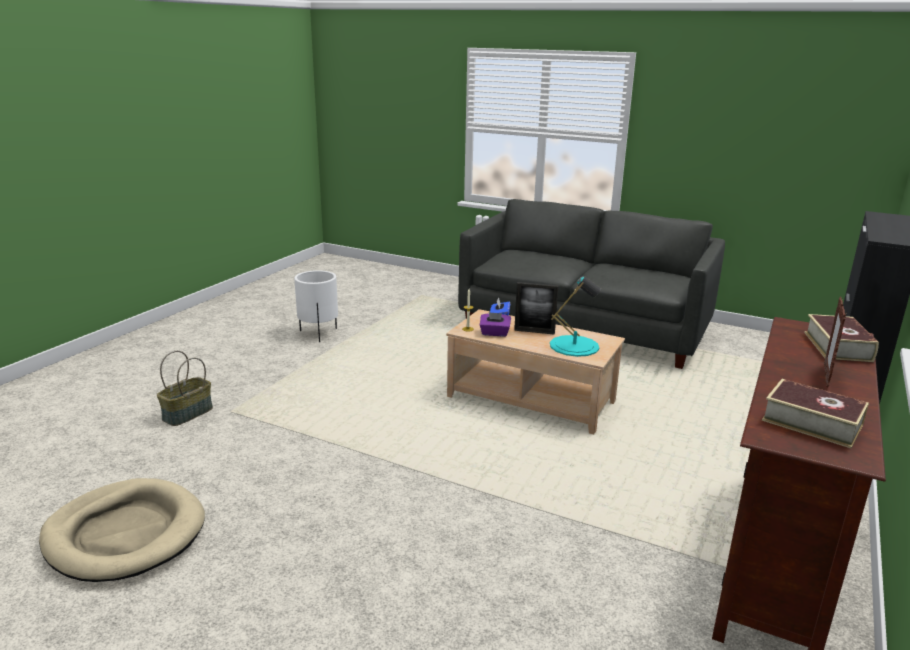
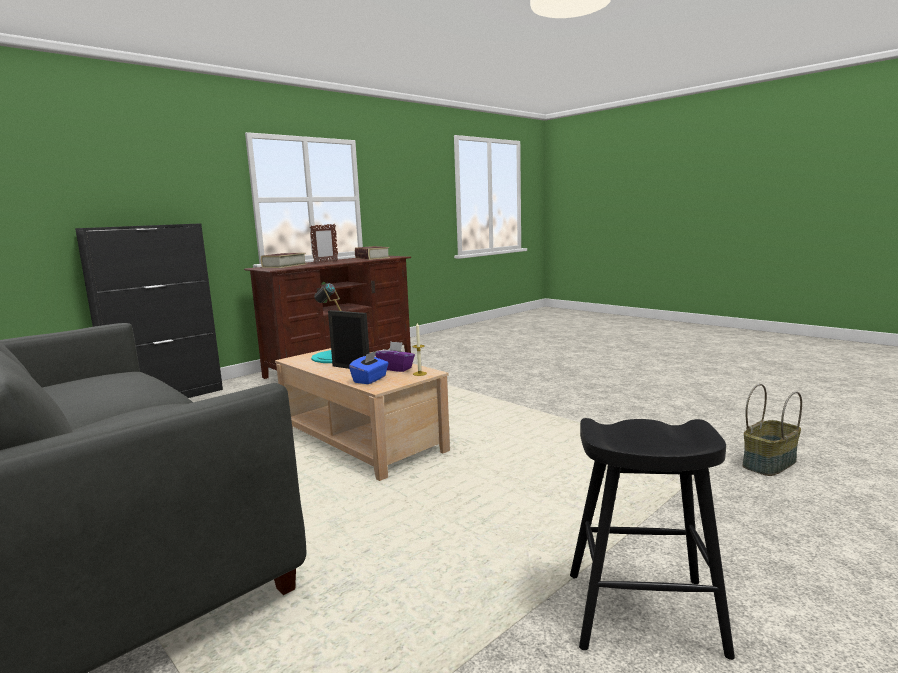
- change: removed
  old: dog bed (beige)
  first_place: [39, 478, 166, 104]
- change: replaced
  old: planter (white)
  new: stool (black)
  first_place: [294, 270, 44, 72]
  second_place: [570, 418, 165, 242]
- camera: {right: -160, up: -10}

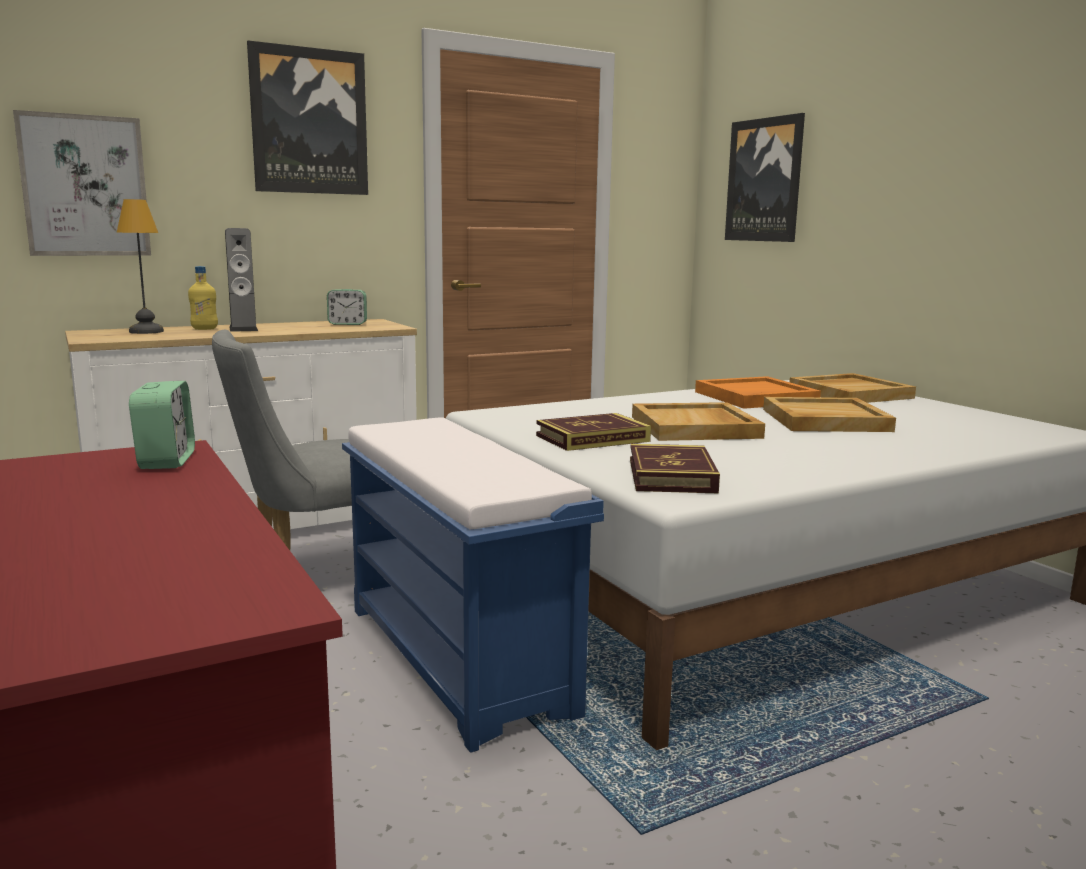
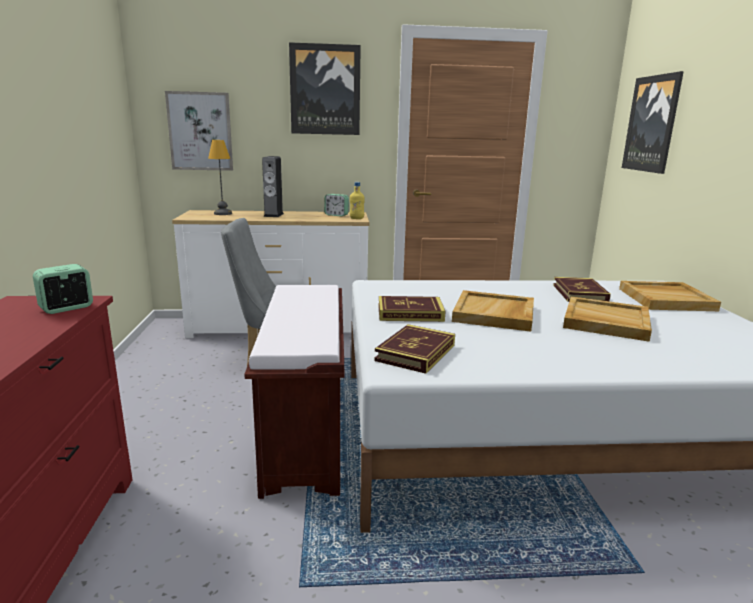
- change: turned
  old: alarm clock
  first_place: [129, 381, 66, 88]
  second_place: [33, 264, 60, 50]
  degrees: -150
- change: moved
  old: bottle (yellow)
  first_place: [188, 266, 30, 64]
  second_place: [350, 182, 15, 37]
- change: recoloured
  old: bench (blue)
  new: bench (brown)
  first_place: [342, 418, 262, 335]
  second_place: [244, 285, 101, 214]
- change: replaced
  old: tray (orange)
  new: book
  first_place: [695, 376, 126, 33]
  second_place: [553, 277, 58, 25]
- camera: {right: 25, up: 5}

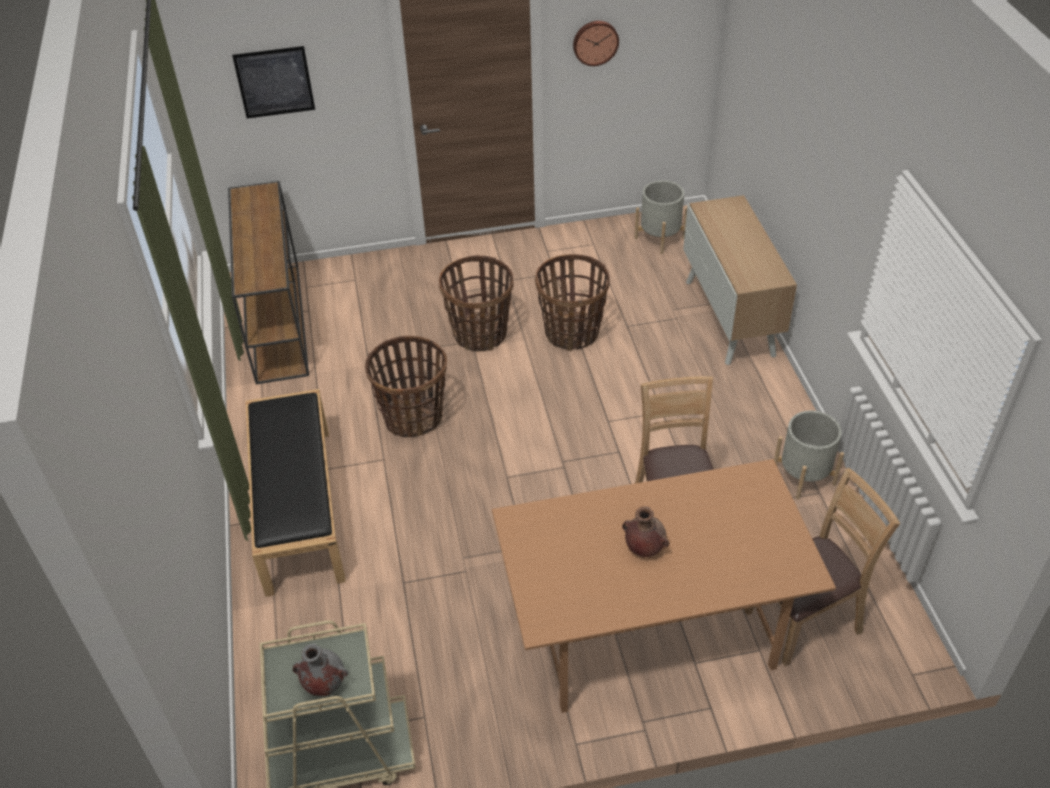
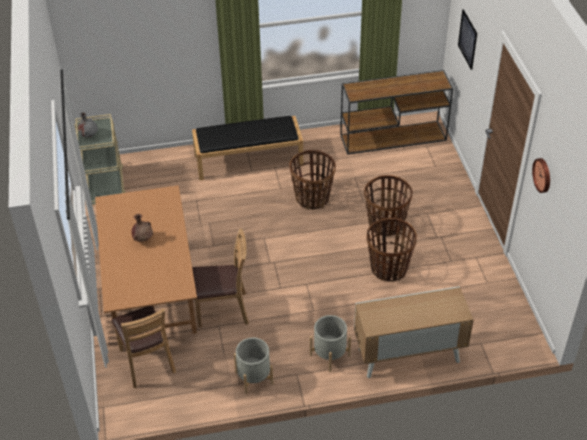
- change: moved
  old: planter (grey)
  first_place: [634, 180, 53, 74]
  second_place: [310, 315, 41, 57]
- camera: {right: 90, up: 0}

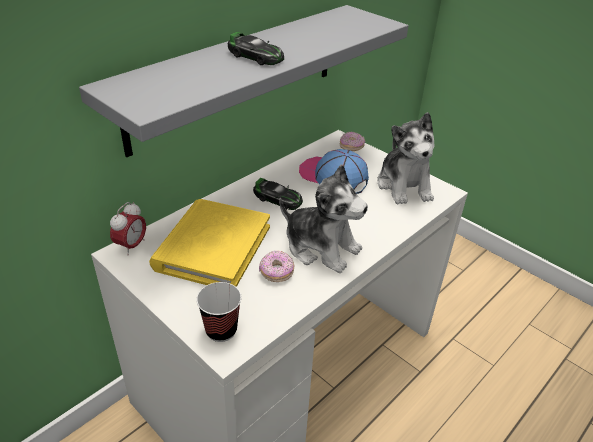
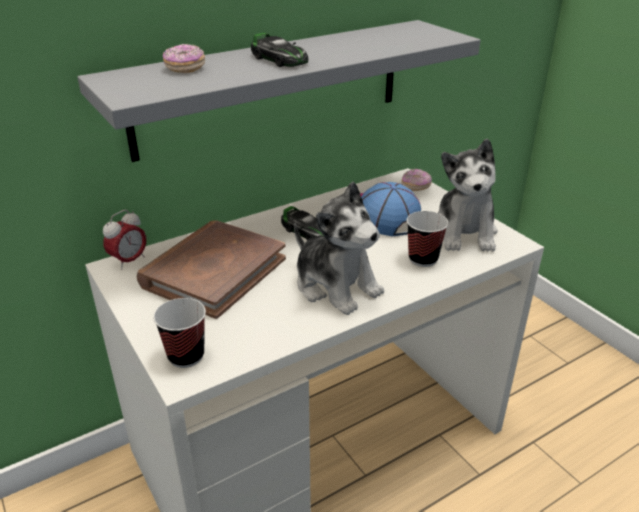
- change: recoloured
  old: book (yellow)
  new: book (brown)
  first_place: [149, 199, 121, 88]
  second_place: [137, 221, 149, 98]
- change: moved
  old: donut
  first_place: [259, 250, 35, 32]
  second_place: [163, 44, 42, 29]
- change: added
  new: cup
  second_place: [407, 211, 41, 56]
- camera: {right: 15, up: -5}

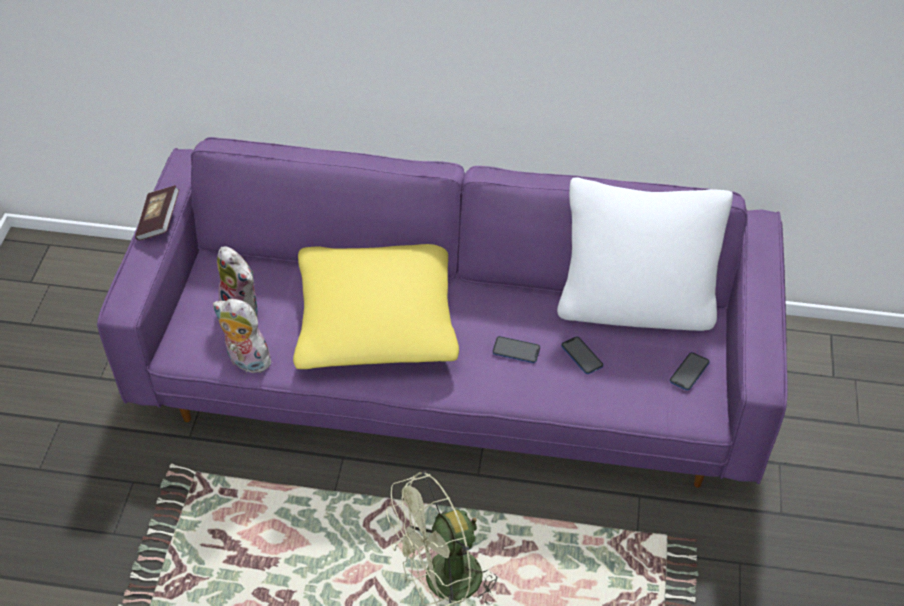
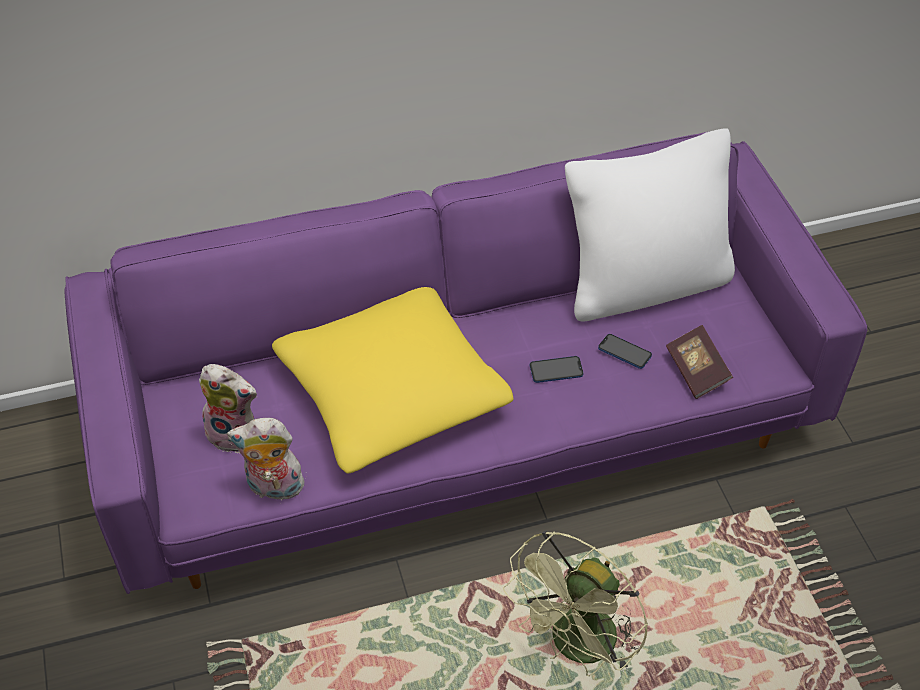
- change: moved
  old: book
  first_place: [135, 185, 45, 56]
  second_place: [666, 325, 67, 74]
- change: removed
  old: phone
  first_place: [670, 352, 40, 39]
- camera: {right: -25, up: 0}

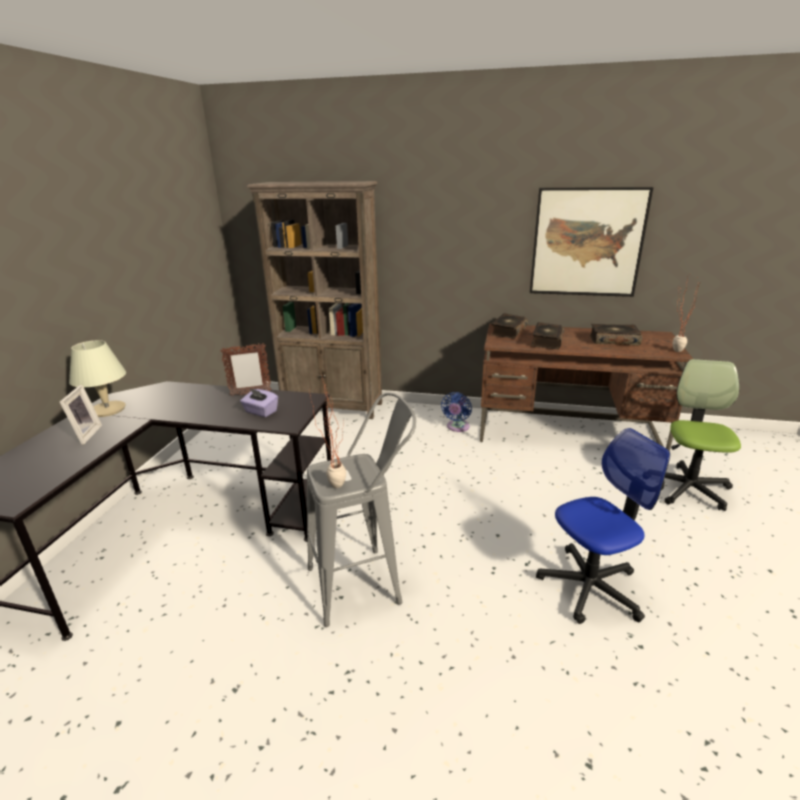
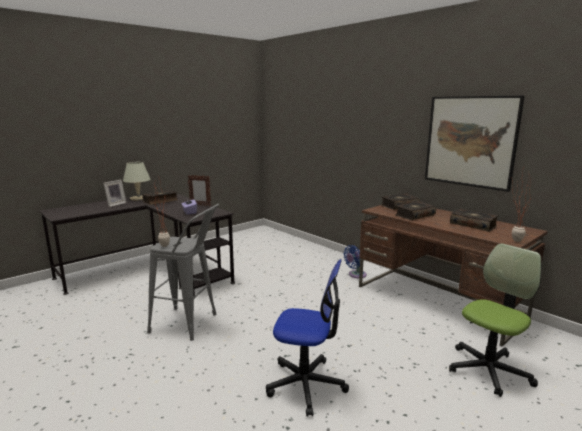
- change: removed
  old: bookcase (brown)
  first_place: [247, 181, 135, 238]
- change: added
  new: book
  second_place: [142, 190, 36, 15]
- camera: {right: 35, up: -10}

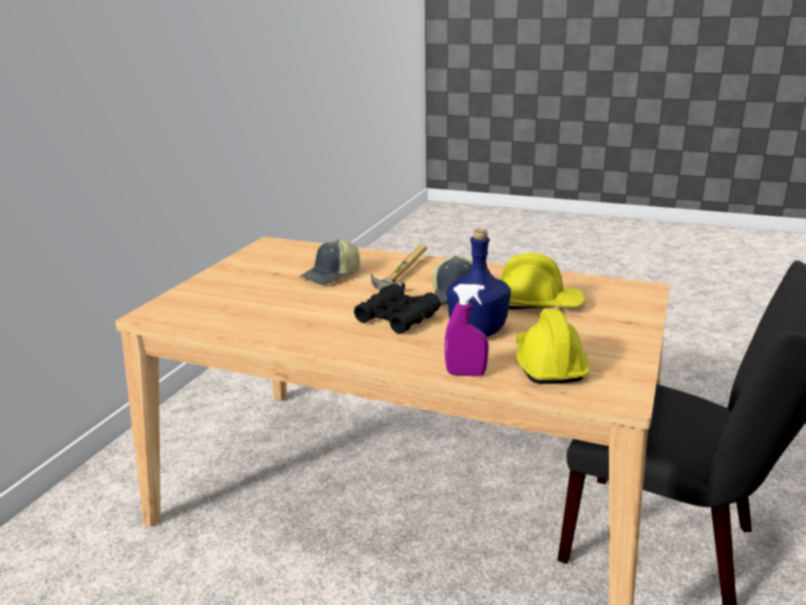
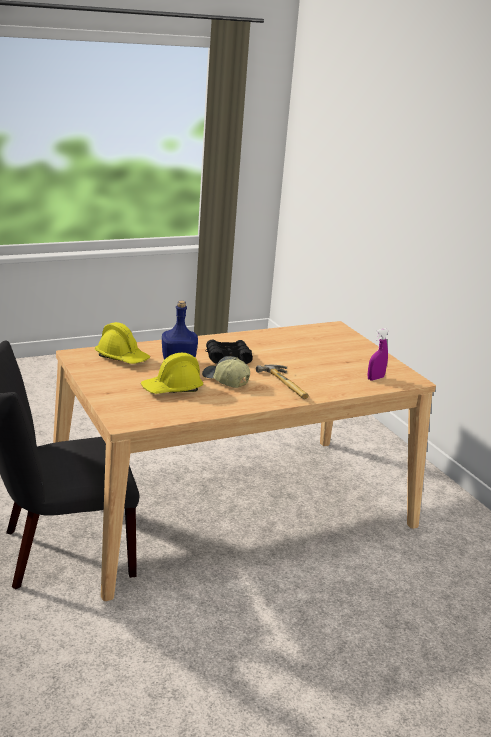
- change: removed
  old: cap
  first_place: [299, 239, 62, 46]
- change: moved
  old: spray bottle (purple)
  first_place: [445, 284, 44, 92]
  second_place: [367, 328, 22, 53]
- camera: {right: 130, up: 0}

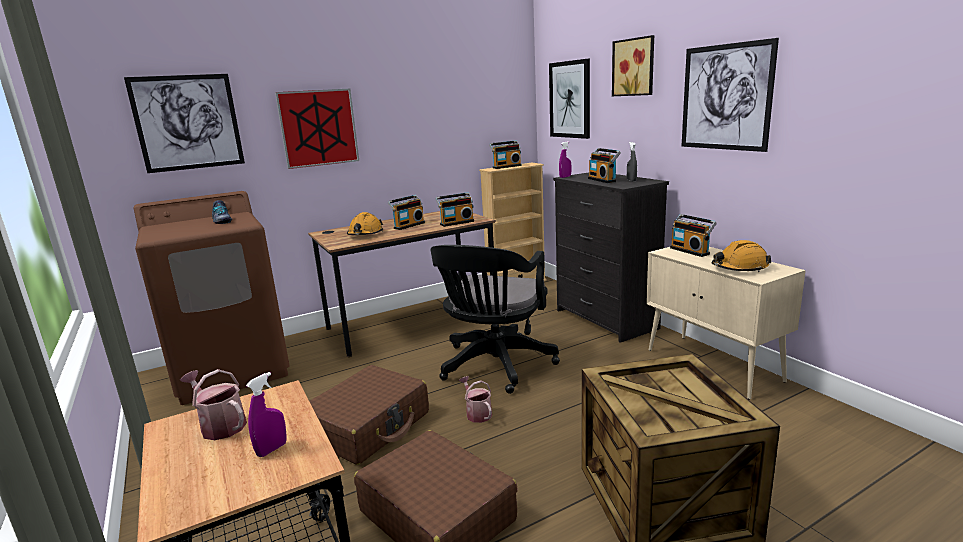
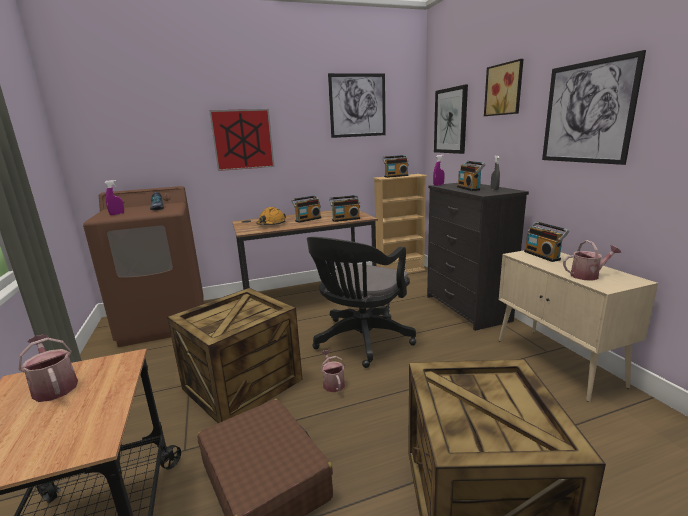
- change: moved
  old: picture
  first_place: [124, 74, 121, 99]
  second_place: [328, 73, 58, 65]
- change: moved
  old: spray bottle (purple)
  first_place: [246, 372, 41, 85]
  second_place: [105, 180, 19, 35]
- change: replaced
  old: suitcase (brown)
  new: crate
  first_place: [309, 365, 120, 100]
  second_place: [167, 288, 136, 135]
- change: replaced
  old: hard hat (orange)
  new: watering can
  first_place: [712, 240, 59, 32]
  second_place: [563, 240, 58, 41]
- camera: {right: 10, up: 0}

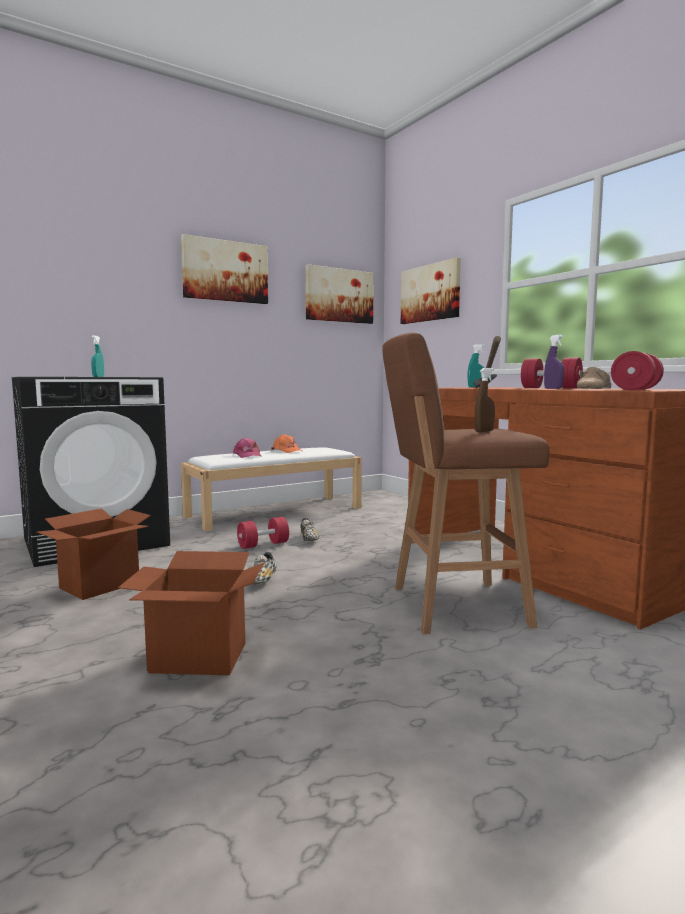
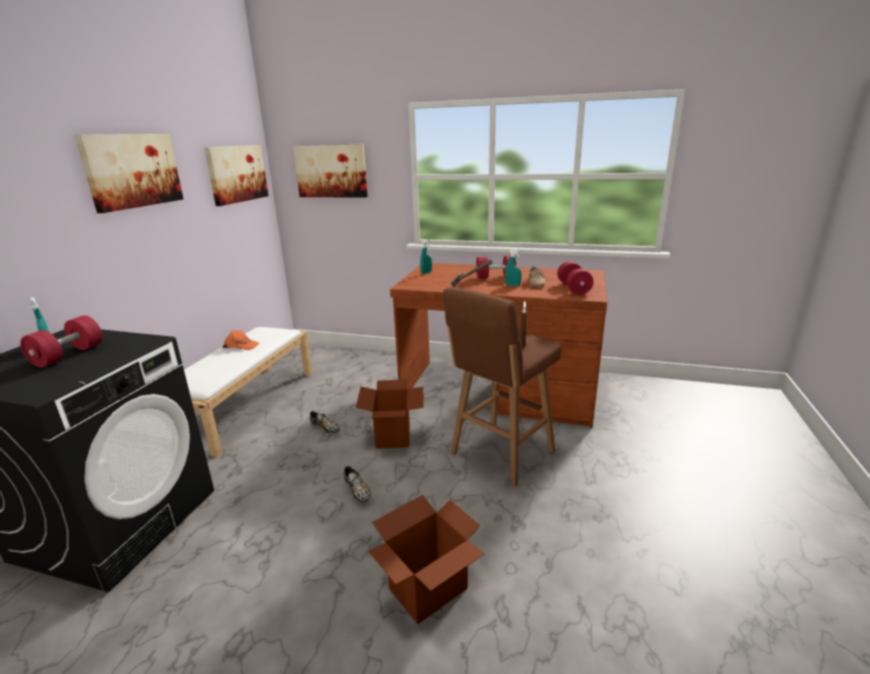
- change: moved
  old: cardboard box
  first_place: [37, 508, 114, 92]
  second_place: [356, 379, 68, 70]
- change: removed
  old: cap (pink)
  first_place: [233, 438, 28, 20]
- change: moved
  old: dumbbell (red)
  first_place: [237, 517, 52, 32]
  second_place: [20, 315, 83, 53]
- change: recoloured
  old: spray bottle (purple)
  new: spray bottle (turquoise)
  first_place: [544, 334, 20, 55]
  second_place: [505, 249, 17, 37]
- camera: {right: -40, up: 15}

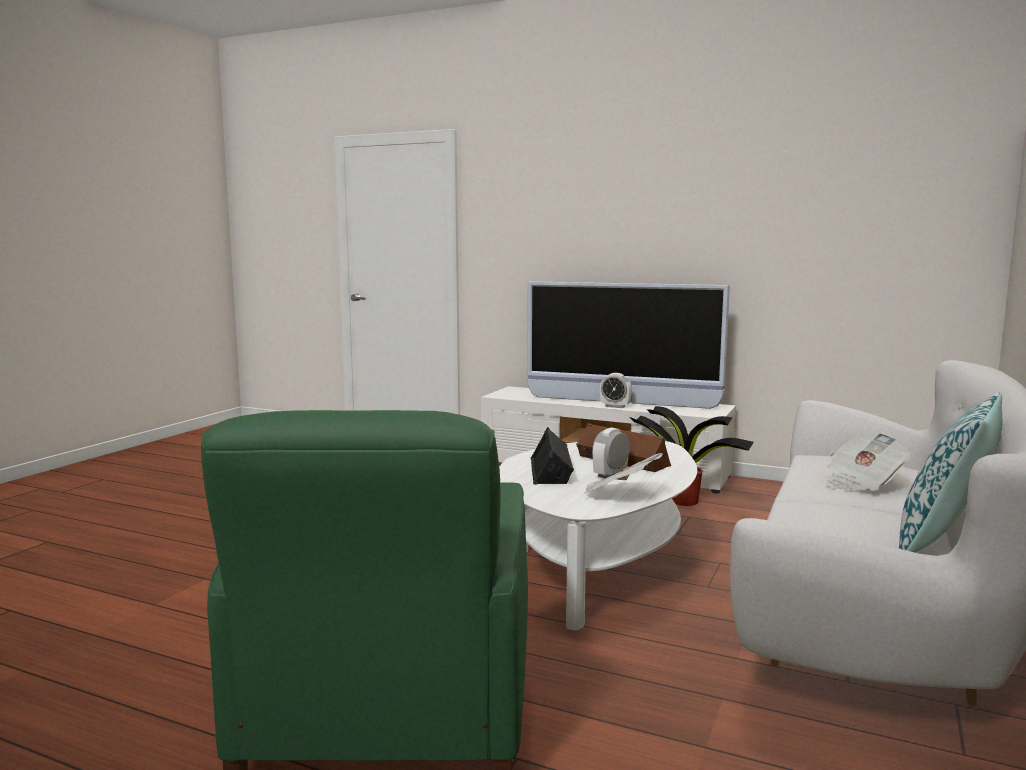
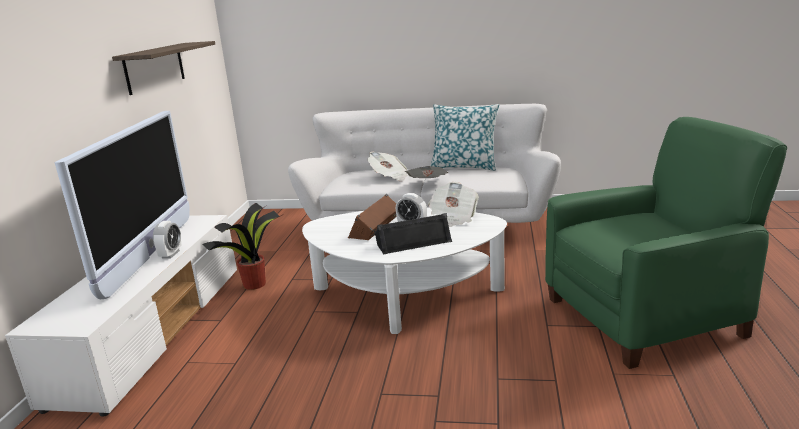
- change: added
  new: shelf
  second_place: [112, 41, 103, 54]
- change: added
  new: newspaper
  second_place: [405, 166, 43, 12]
- camera: {right: -105, up: 10}

